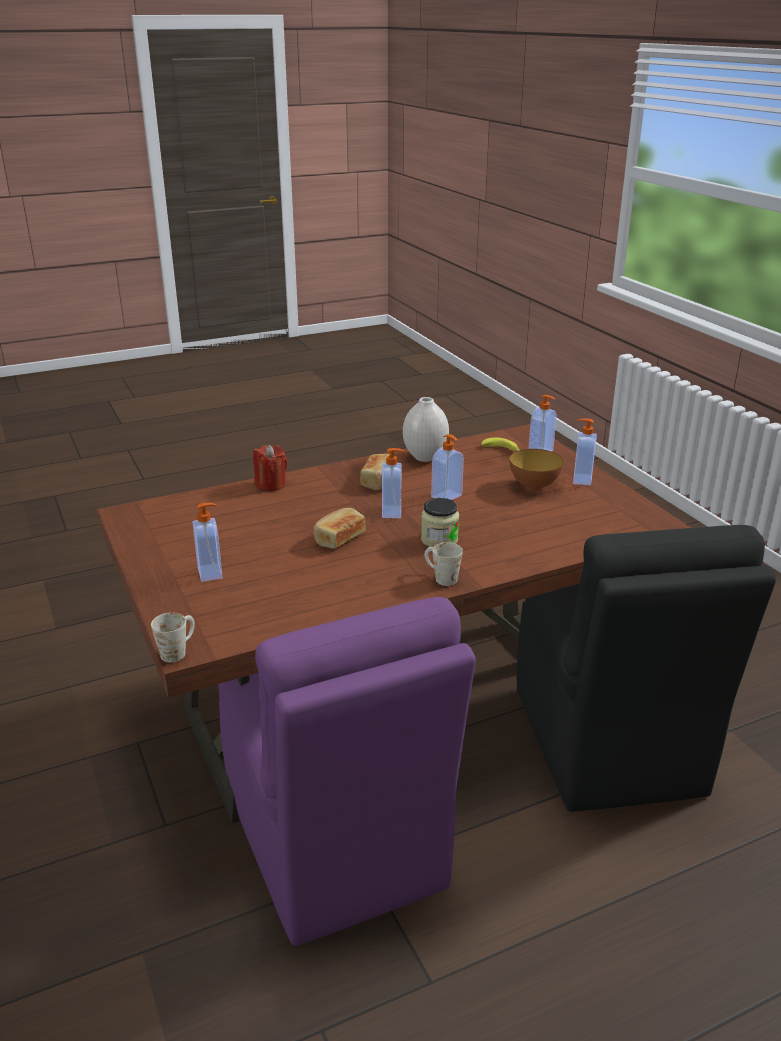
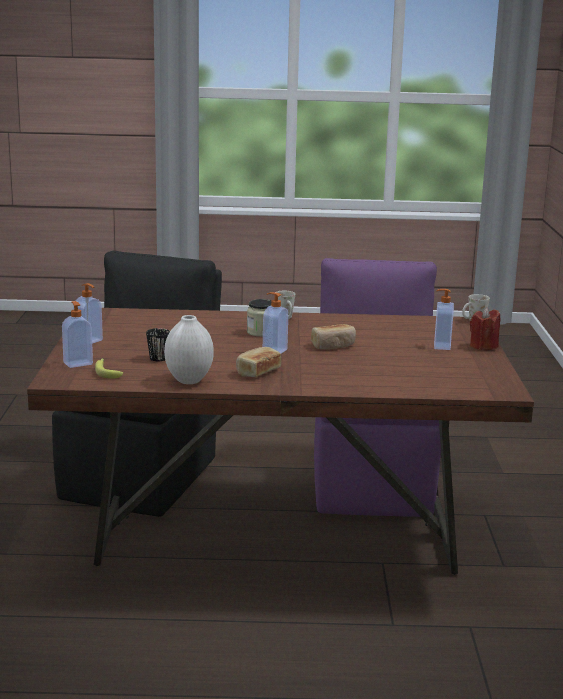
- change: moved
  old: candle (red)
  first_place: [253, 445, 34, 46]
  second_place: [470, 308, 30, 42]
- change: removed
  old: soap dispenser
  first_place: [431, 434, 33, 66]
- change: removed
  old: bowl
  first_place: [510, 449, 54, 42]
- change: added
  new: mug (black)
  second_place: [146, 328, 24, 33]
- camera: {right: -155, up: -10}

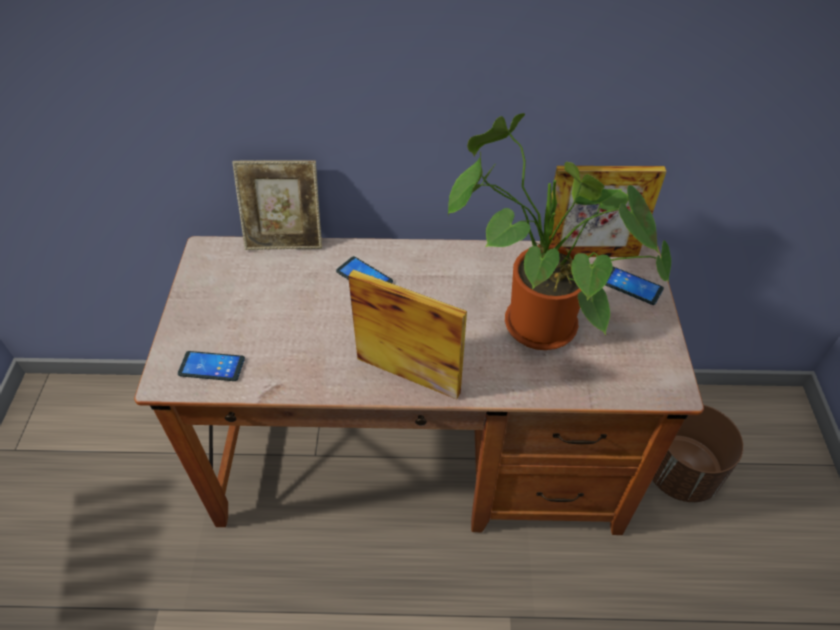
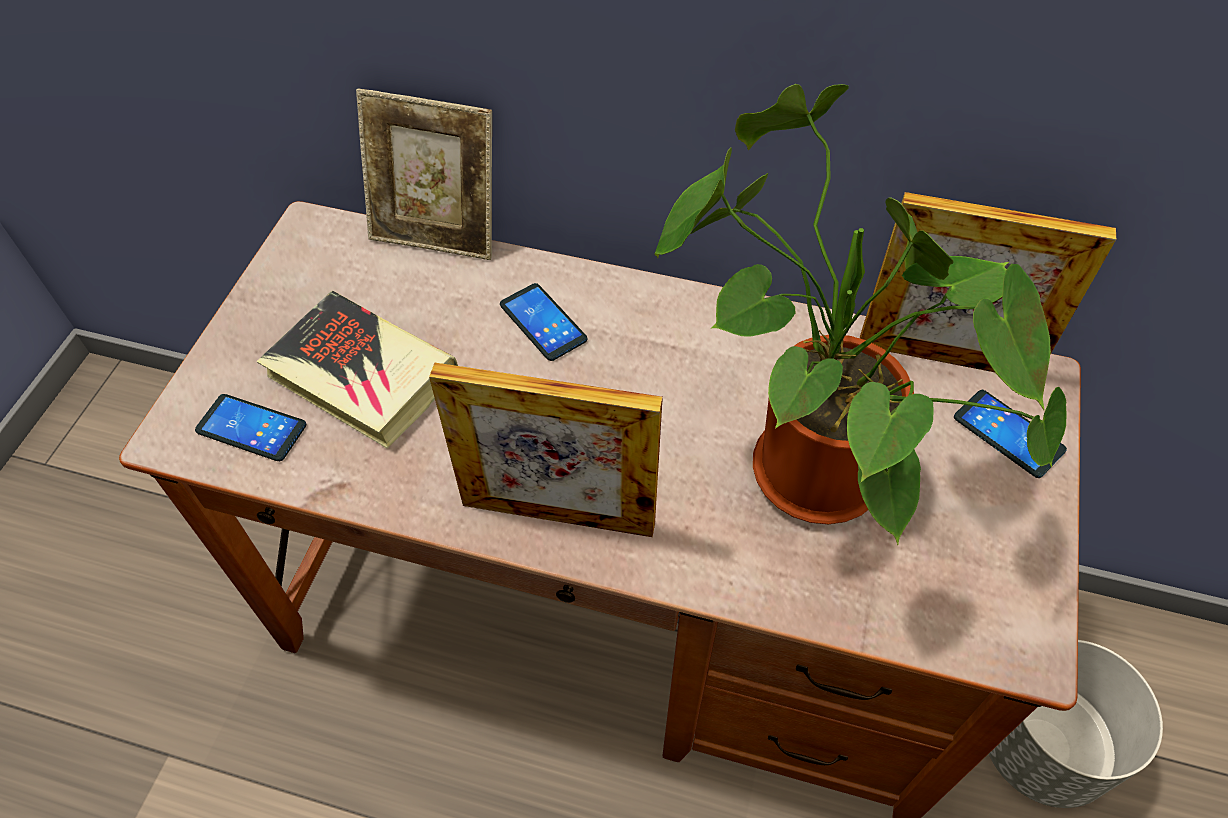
- change: turned
  old: picture frame
  first_place: [348, 270, 119, 129]
  second_place: [429, 362, 234, 175]
  degrees: 150
- change: recoloured
  old: planter (brown)
  new: planter (grey)
  first_place: [652, 405, 92, 97]
  second_place: [989, 640, 174, 168]
- change: added
  new: book
  second_place: [256, 290, 202, 159]
- camera: {right: 15, up: 5}

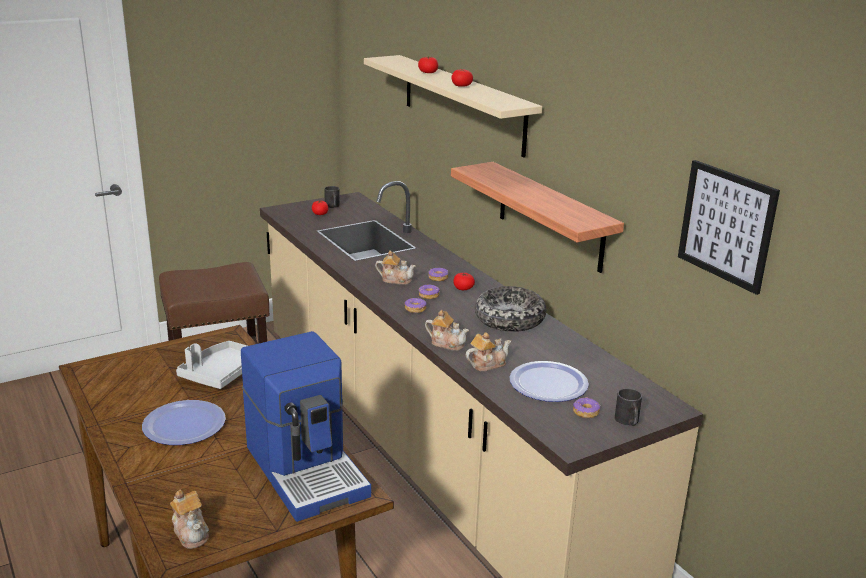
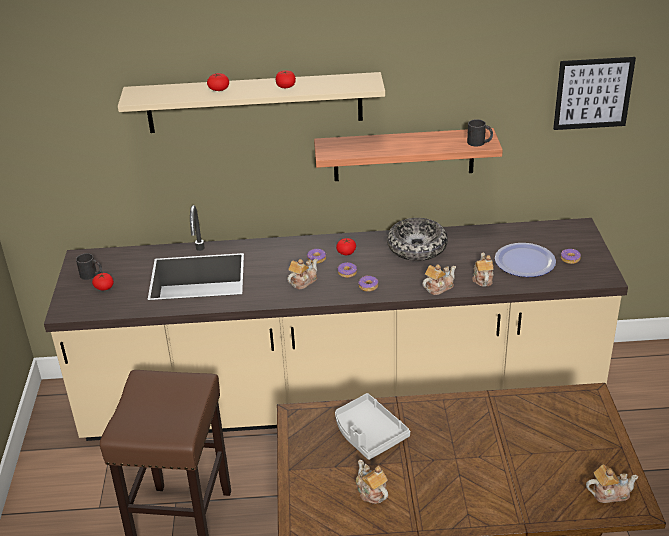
- change: removed
  old: plate
  first_place: [142, 400, 84, 45]
- change: removed
  old: coffee machine
  first_place: [241, 331, 130, 191]
- change: moved
  old: mug (black)
  first_place: [615, 388, 27, 38]
  second_place: [467, 119, 26, 28]
- change: added
  new: teapot
  second_place: [356, 460, 32, 44]
- camera: {right: -60, up: 10}

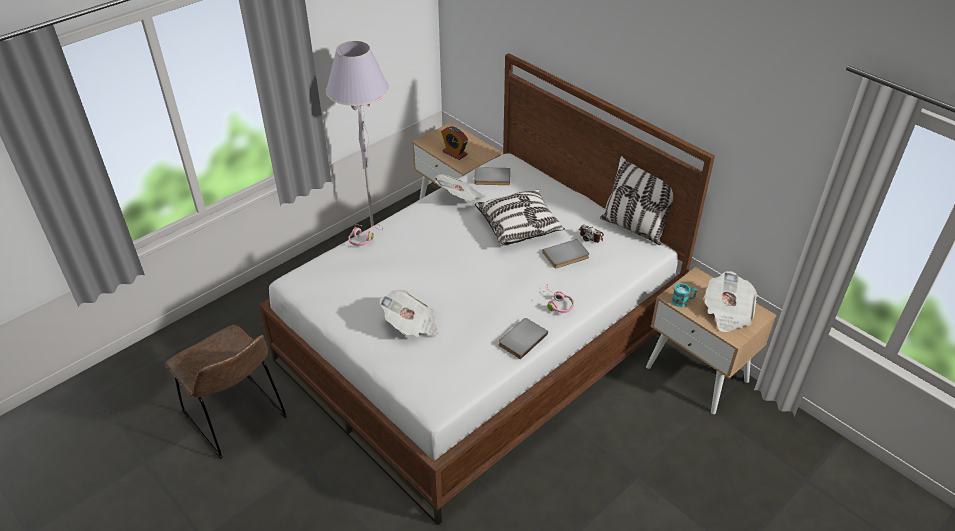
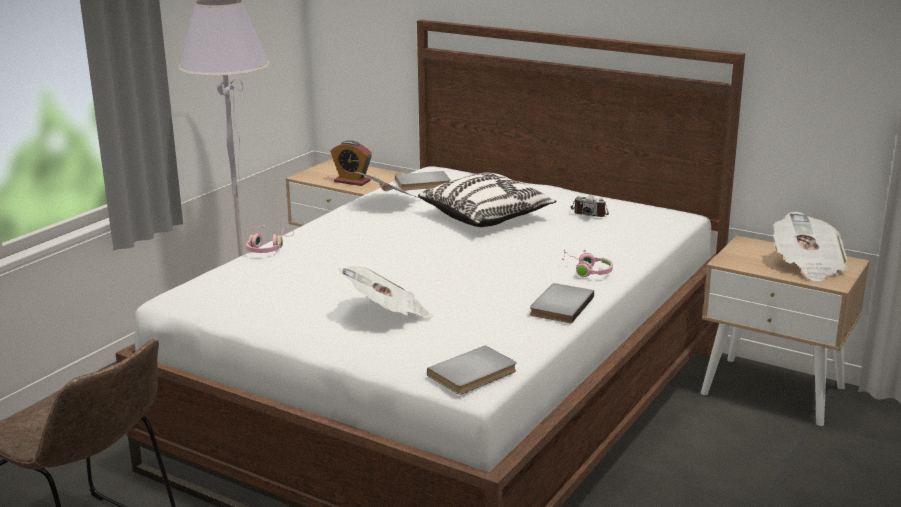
- change: moved
  old: book (grey)
  first_place: [542, 239, 47, 29]
  second_place: [427, 346, 89, 48]
- change: removed
  old: pillow
  first_place: [600, 156, 73, 89]
- change: removed
  old: mug (turquoise)
  first_place: [672, 283, 25, 24]
- camera: {right: -15, up: -20}

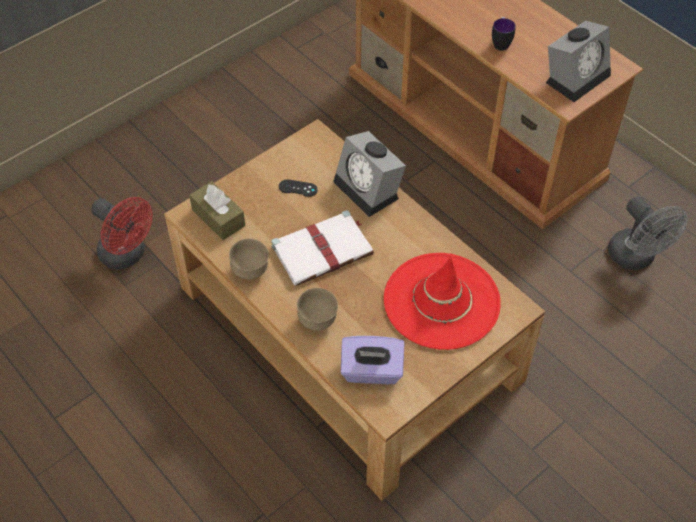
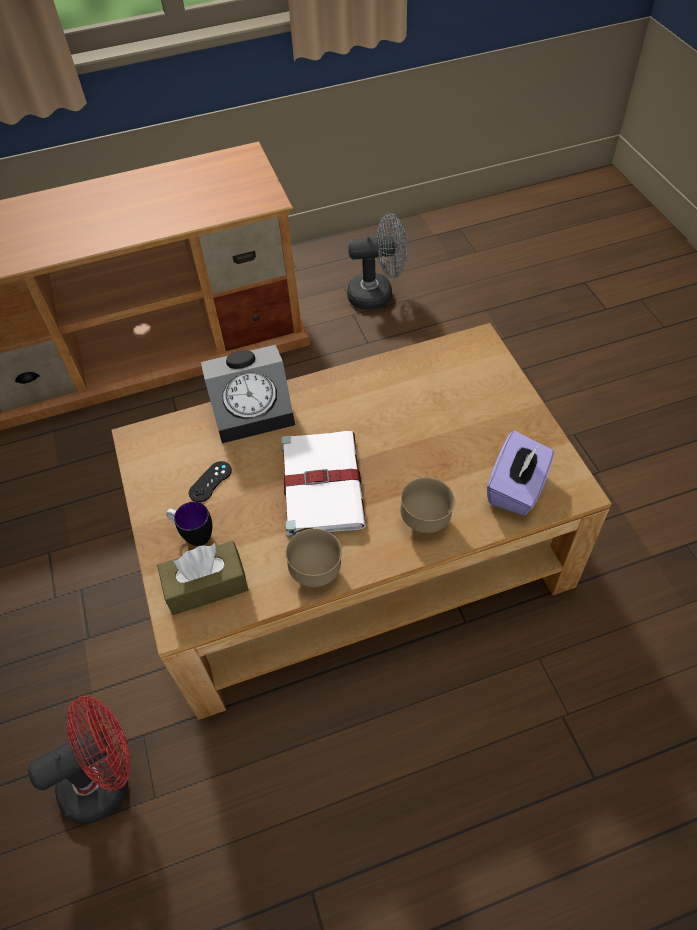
- change: removed
  old: hat (red)
  first_place: [384, 253, 117, 97]
- change: moved
  old: mug
  first_place: [492, 17, 24, 34]
  second_place: [166, 502, 46, 44]
- change: removed
  old: alarm clock
  first_place: [546, 21, 65, 81]
- camera: {right: -65, up: 0}

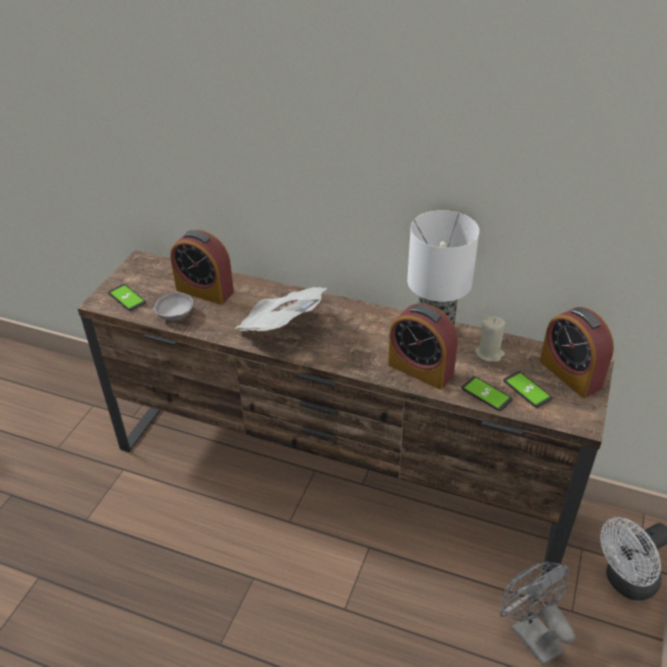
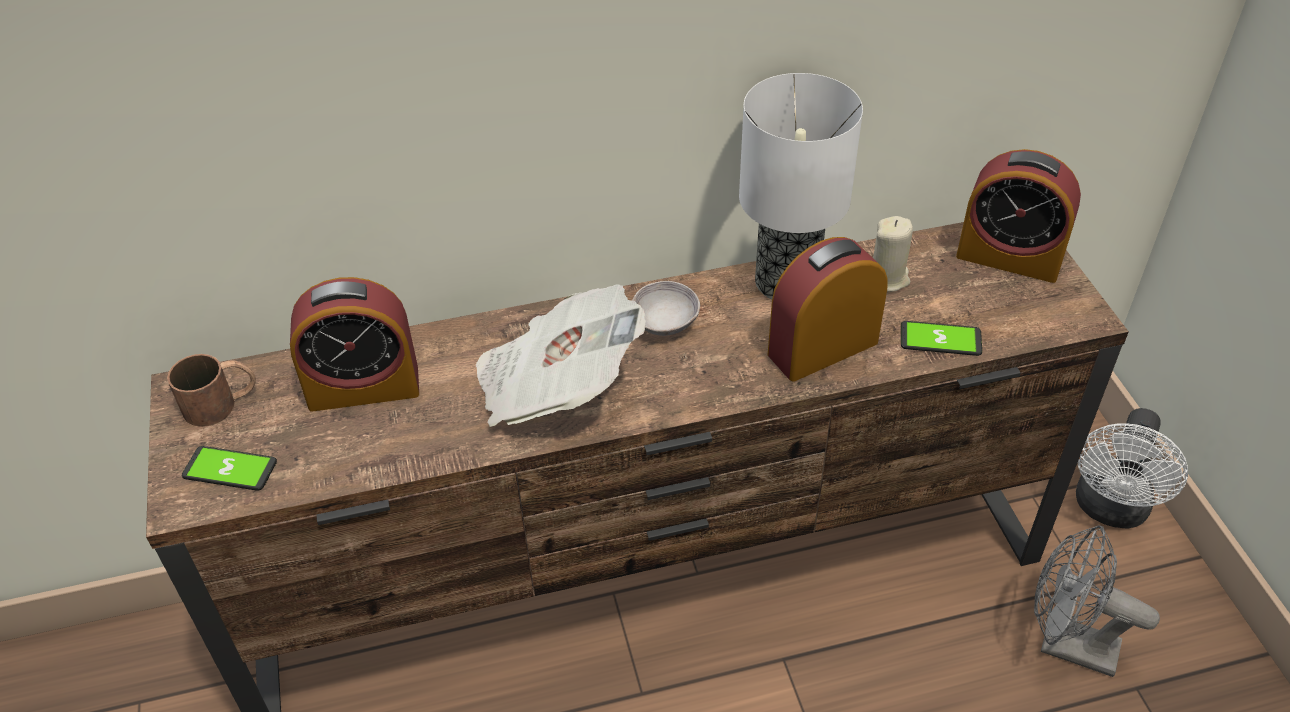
- change: moved
  old: bowl (grey)
  first_place: [154, 293, 39, 28]
  second_place: [632, 281, 68, 55]
- change: turned
  old: alarm clock
  first_place: [388, 303, 70, 86]
  second_place: [768, 237, 120, 145]
  degrees: 150
- change: removed
  old: phone
  first_place: [503, 371, 49, 37]
- change: added
  new: mug (brown)
  second_place: [167, 354, 89, 73]
- camera: {right: -35, up: 5}

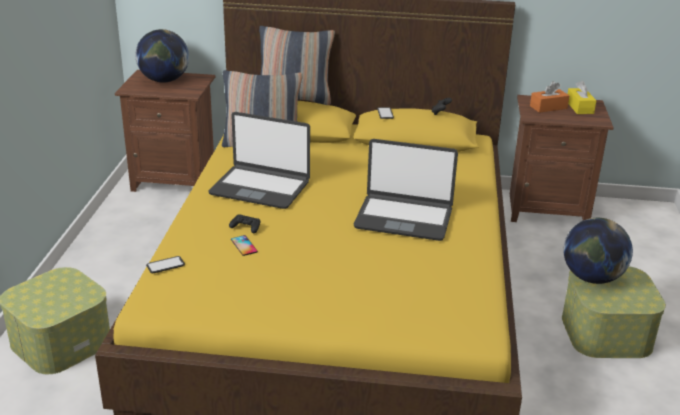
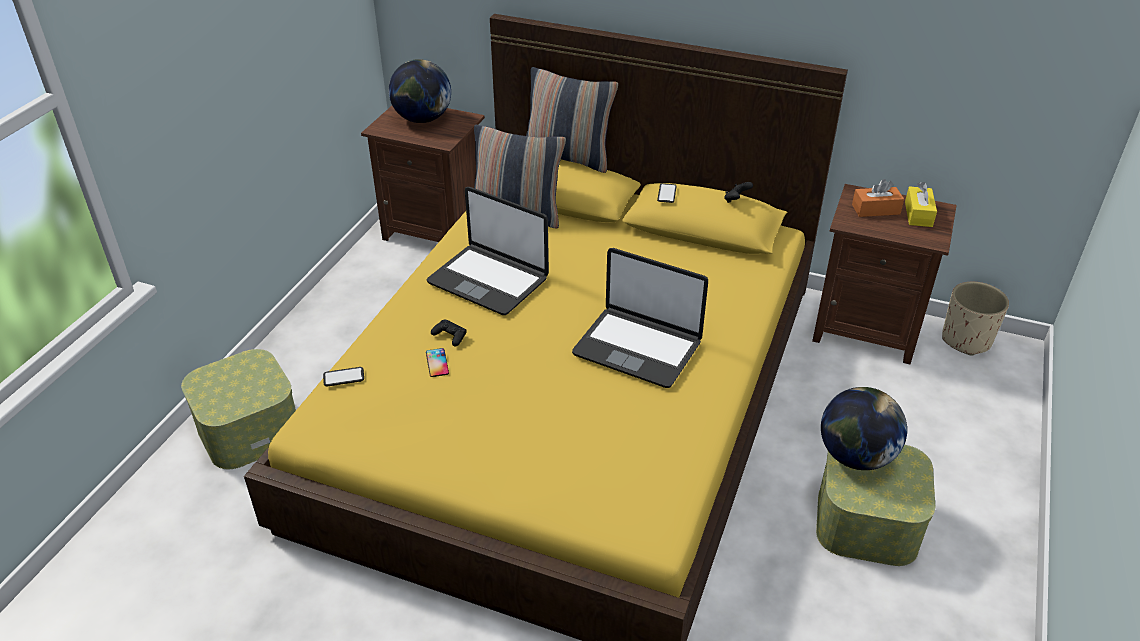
- change: added
  new: planter (beige)
  second_place: [942, 282, 67, 74]
- camera: {right: 15, up: 10}

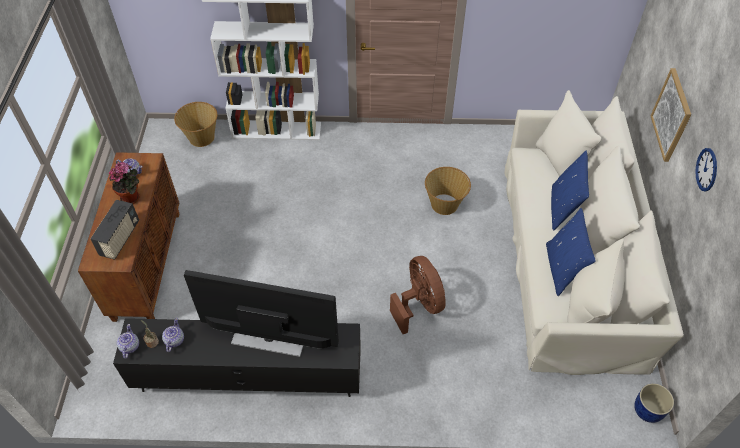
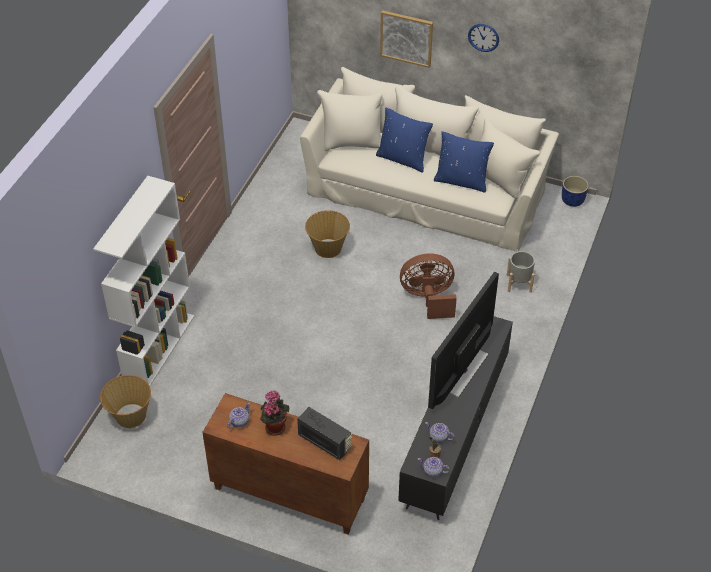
- change: added
  new: planter (grey)
  second_place: [507, 251, 28, 42]
- camera: {right: -70, up: -5}

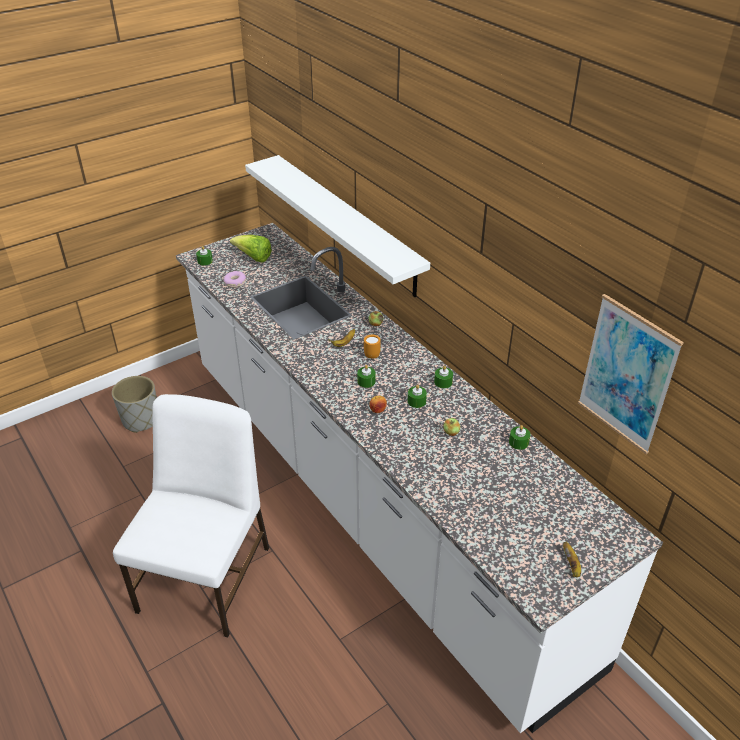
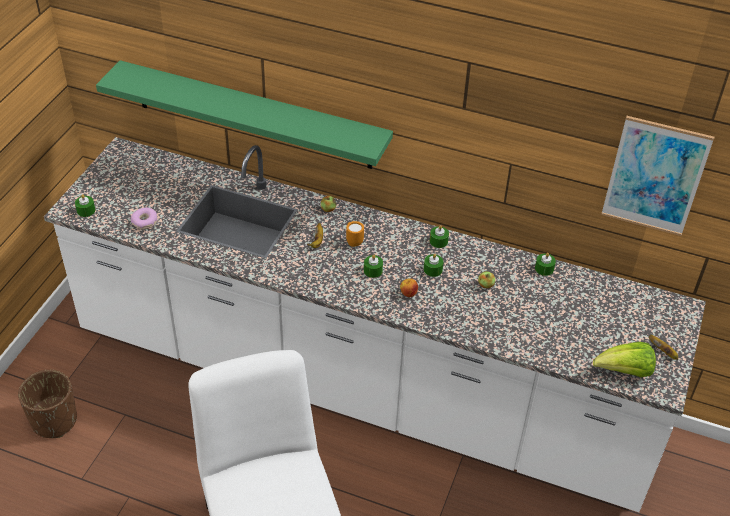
- change: recoloured
  old: planter (grey)
  new: planter (brown)
  first_place: [112, 376, 45, 57]
  second_place: [18, 369, 59, 69]
- change: moved
  old: lettuce
  first_place: [230, 235, 42, 28]
  second_place: [593, 342, 63, 35]
- change: recoloured
  old: shelf (white)
  new: shelf (green)
  first_place: [245, 155, 185, 142]
  second_place: [96, 60, 297, 109]
- camera: {right: -35, up: 5}

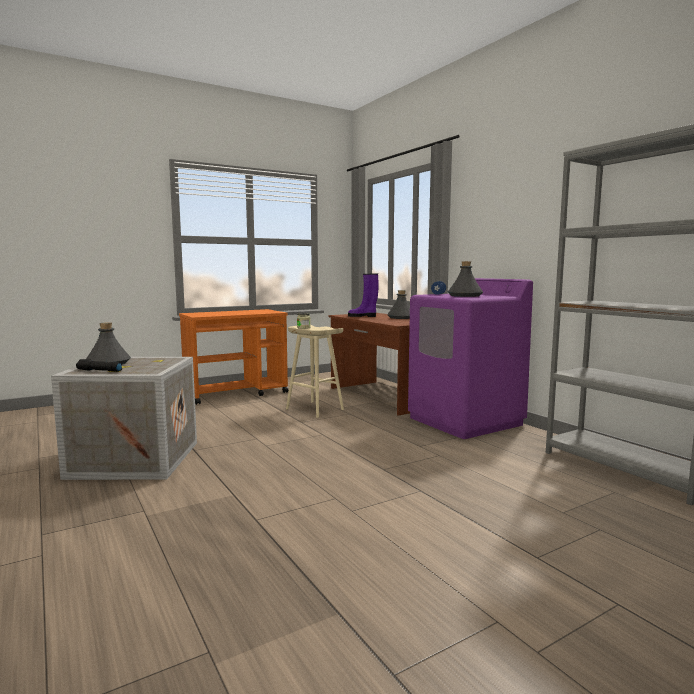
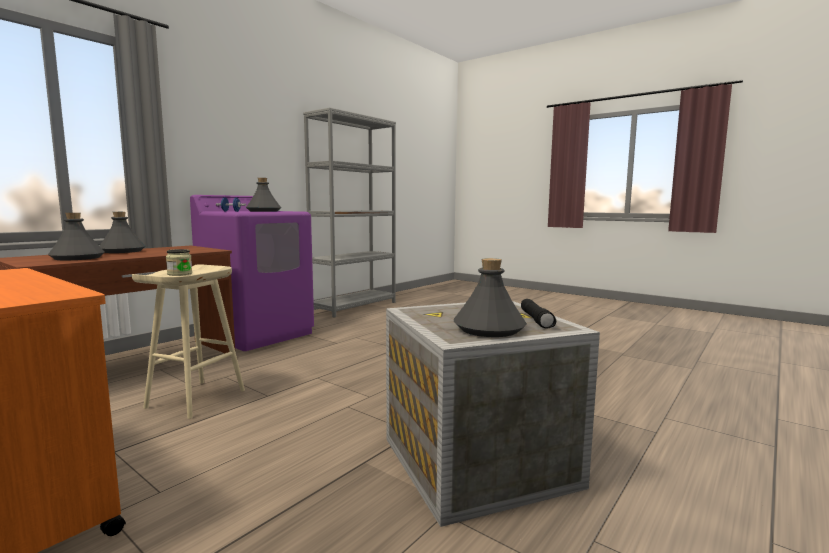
- change: replaced
  old: boot (purple)
  new: bottle (grey)
  first_place: [348, 273, 31, 44]
  second_place: [48, 213, 57, 47]
- camera: {right: -110, up: 0}

